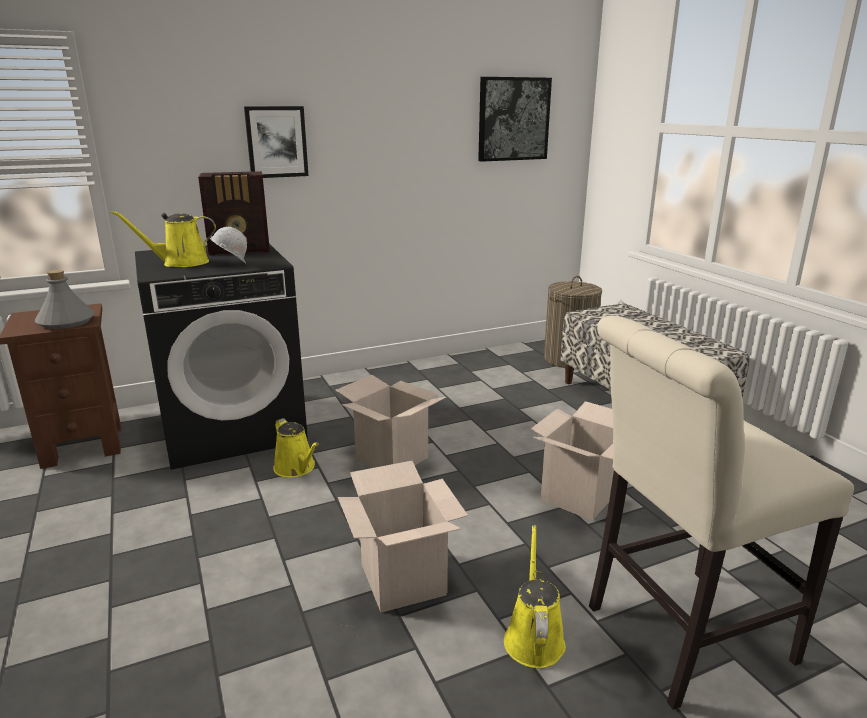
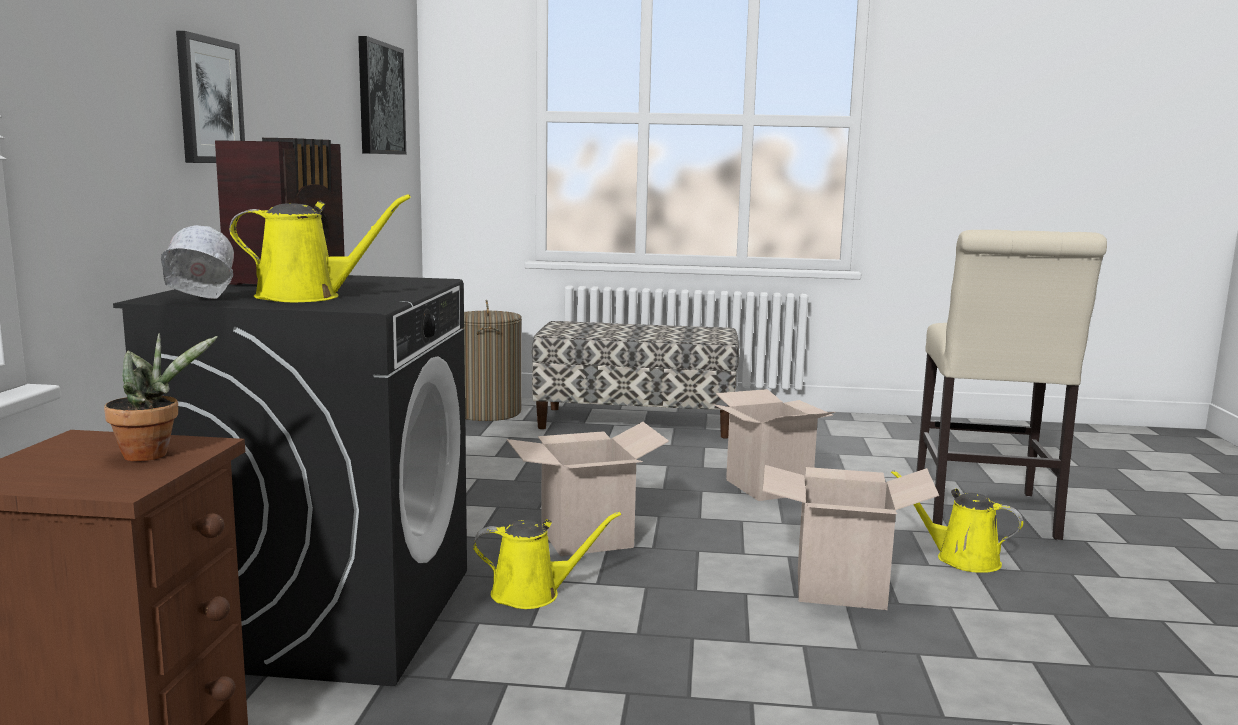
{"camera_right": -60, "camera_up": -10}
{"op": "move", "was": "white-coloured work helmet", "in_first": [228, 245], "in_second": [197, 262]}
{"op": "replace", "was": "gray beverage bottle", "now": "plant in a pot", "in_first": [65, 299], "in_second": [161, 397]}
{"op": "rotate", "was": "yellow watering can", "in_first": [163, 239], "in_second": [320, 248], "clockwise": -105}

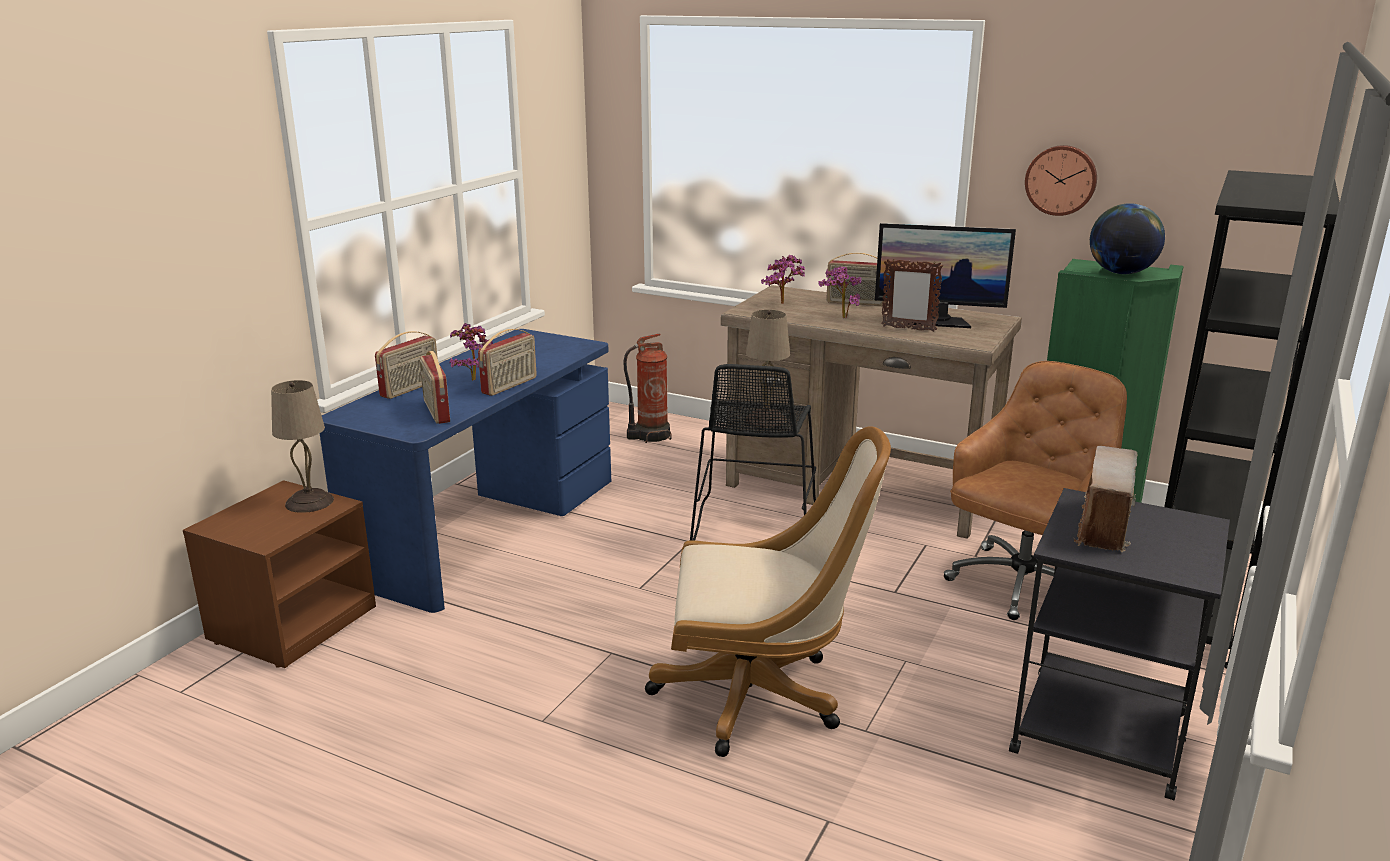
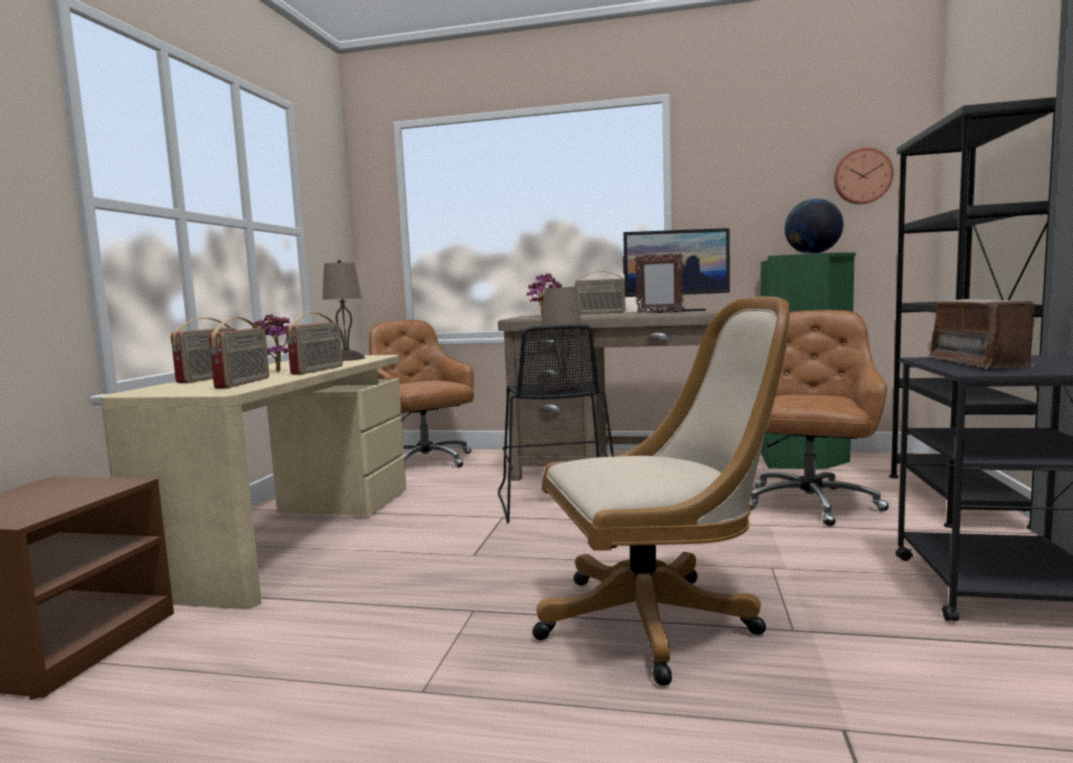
{"camera_right": -15, "camera_up": -15}
{"op": "delete", "was": "plant in a pot", "in_first": [839, 292]}
{"op": "move", "was": "beige-coloured table lamp", "in_first": [302, 446], "in_second": [343, 310]}
{"op": "move", "was": "wall clock", "in_first": [1061, 180], "in_second": [864, 175]}
{"op": "replace", "was": "fire-fighting cylinder", "now": "brown desk chair", "in_first": [647, 388], "in_second": [421, 393]}
{"op": "recolor", "was": "blue desk", "now": "beige-coloured desk", "in_first": [465, 471], "in_second": [253, 482]}
{"op": "rotate", "was": "radio receiver", "in_first": [434, 387], "in_second": [239, 353], "clockwise": -135}

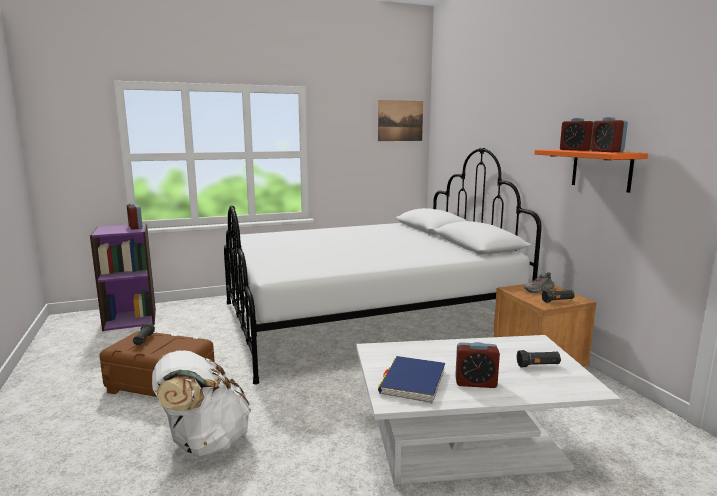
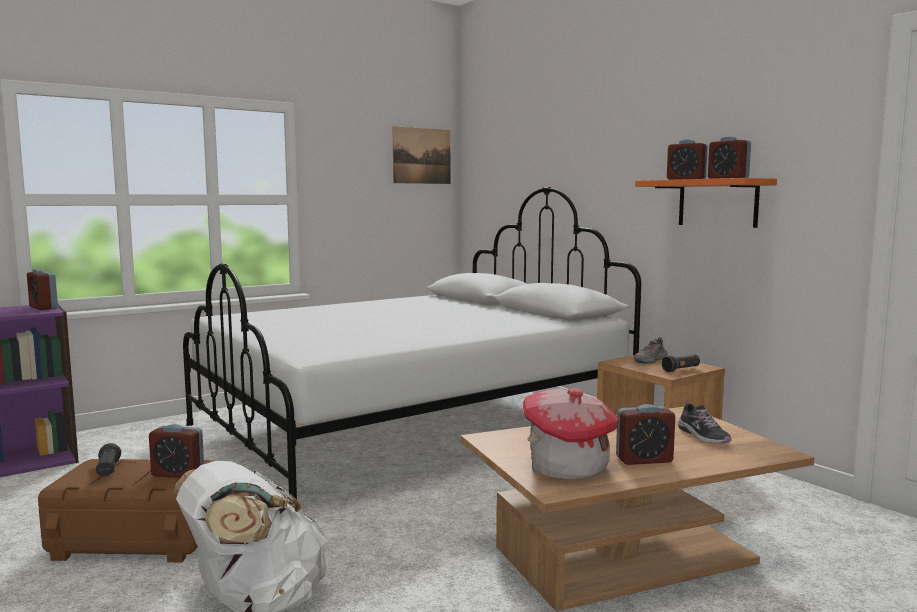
{"camera_right": -15, "camera_up": -5}
{"op": "insert", "now": "table clock", "in_second": [176, 451]}
{"op": "replace", "was": "blue book", "now": "toy house", "in_first": [411, 380], "in_second": [571, 433]}
{"op": "replace", "was": "black hand torch", "now": "shoe", "in_first": [539, 358], "in_second": [705, 421]}
{"op": "recolor", "was": "white-coloured lounge table", "now": "brown lounge table", "in_first": [488, 410], "in_second": [637, 509]}

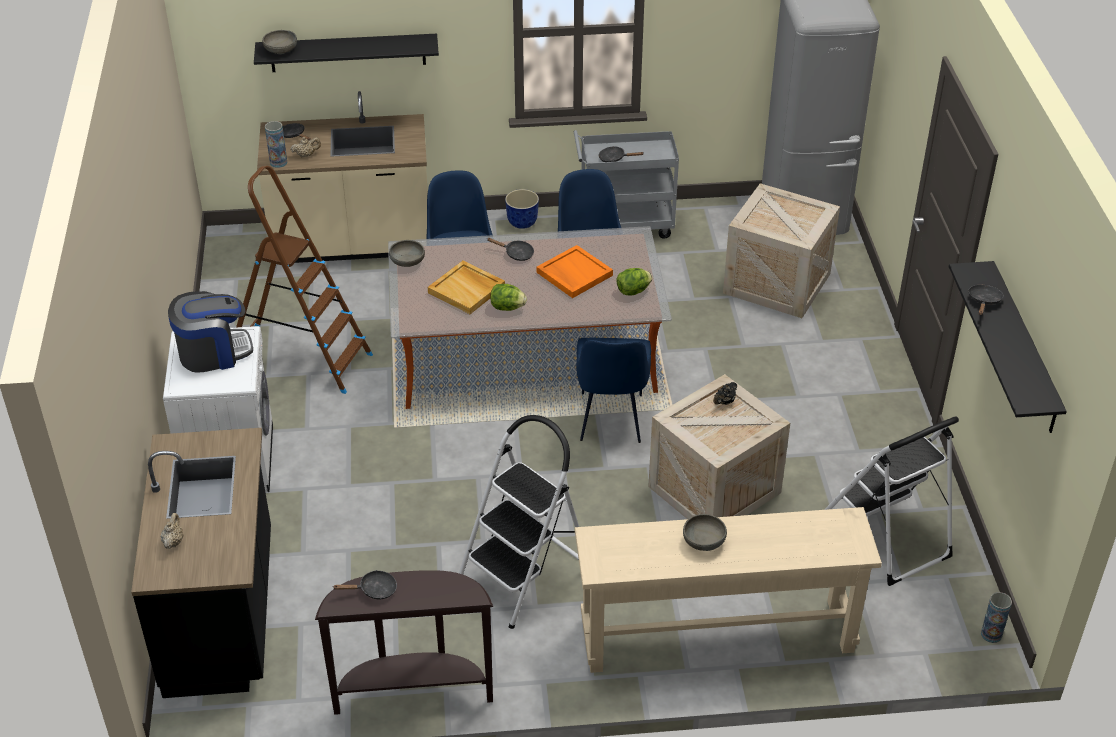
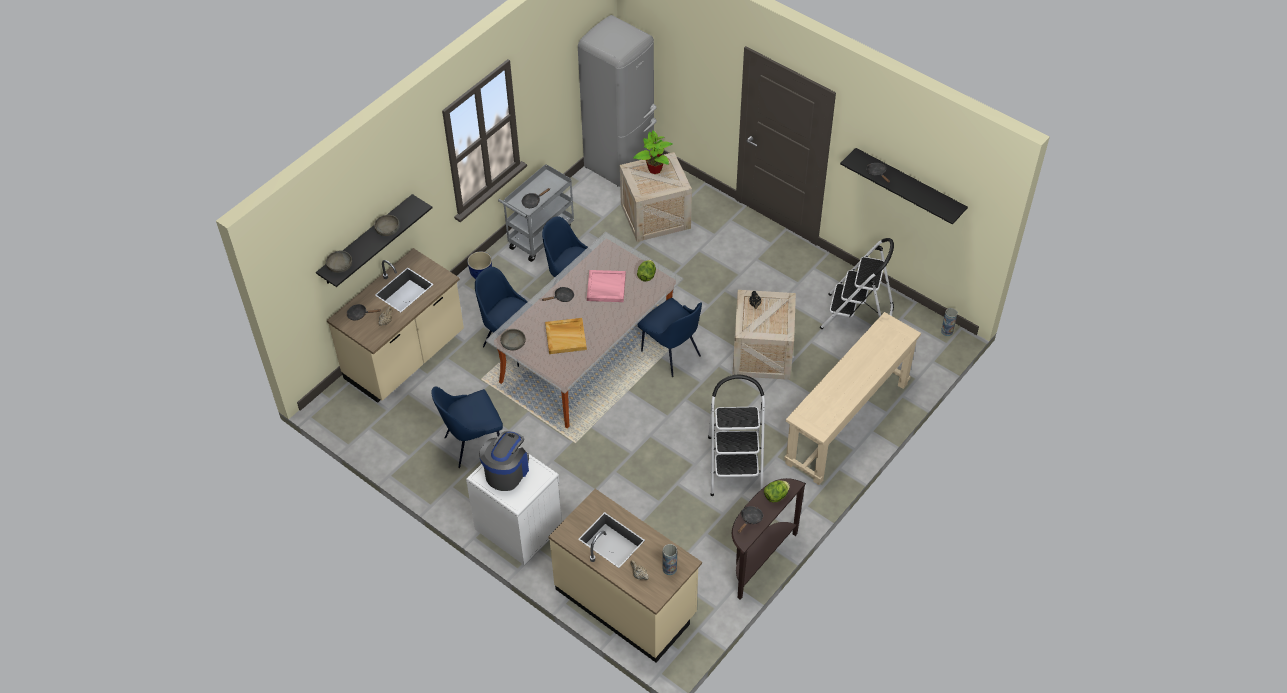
{"camera_right": -45, "camera_up": 10}
{"op": "insert", "now": "plant in a pot", "in_second": [653, 152]}
{"op": "move", "was": "decorative vase", "in_first": [276, 144], "in_second": [670, 559]}
{"op": "move", "was": "lettuce head", "in_first": [508, 297], "in_second": [777, 491]}
{"op": "move", "was": "gray serving bowl", "in_first": [705, 532], "in_second": [387, 225]}
{"op": "replace", "was": "brown step stool", "now": "blue plain chair", "in_first": [304, 280], "in_second": [467, 427]}
{"op": "recolor", "was": "black kitchen base unit", "now": "beige-coloured kitchen base unit", "in_first": [201, 563], "in_second": [625, 575]}
{"op": "recolor", "was": "orange-coloured serving tray", "now": "pink serving tray", "in_first": [575, 271], "in_second": [606, 286]}

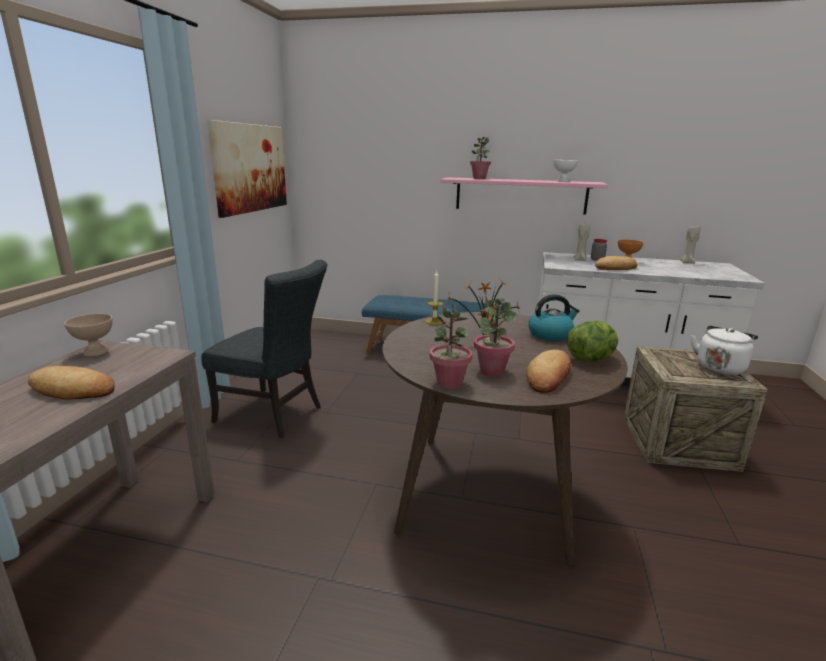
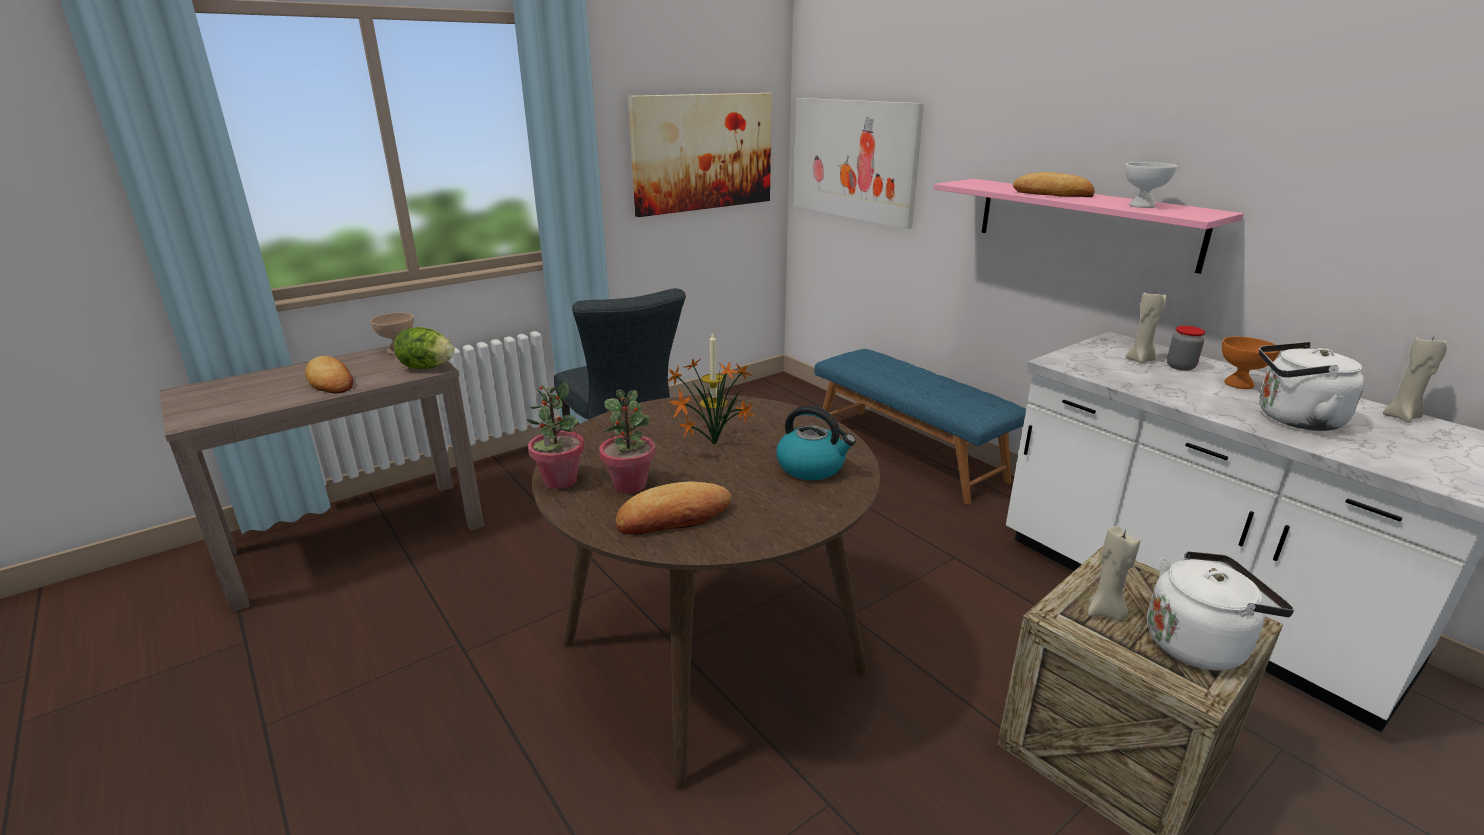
{"camera_right": 40, "camera_up": 5}
{"op": "delete", "was": "plant in a pot", "in_first": [480, 158]}
{"op": "insert", "now": "wall picture", "in_second": [858, 163]}
{"op": "insert", "now": "beige-coloured candle", "in_second": [1114, 573]}
{"op": "insert", "now": "white-coloured tea kettle", "in_second": [1312, 386]}
{"op": "move", "was": "lettuce head", "in_first": [593, 342], "in_second": [424, 348]}
{"op": "move", "was": "bread", "in_first": [616, 263], "in_second": [1054, 184]}

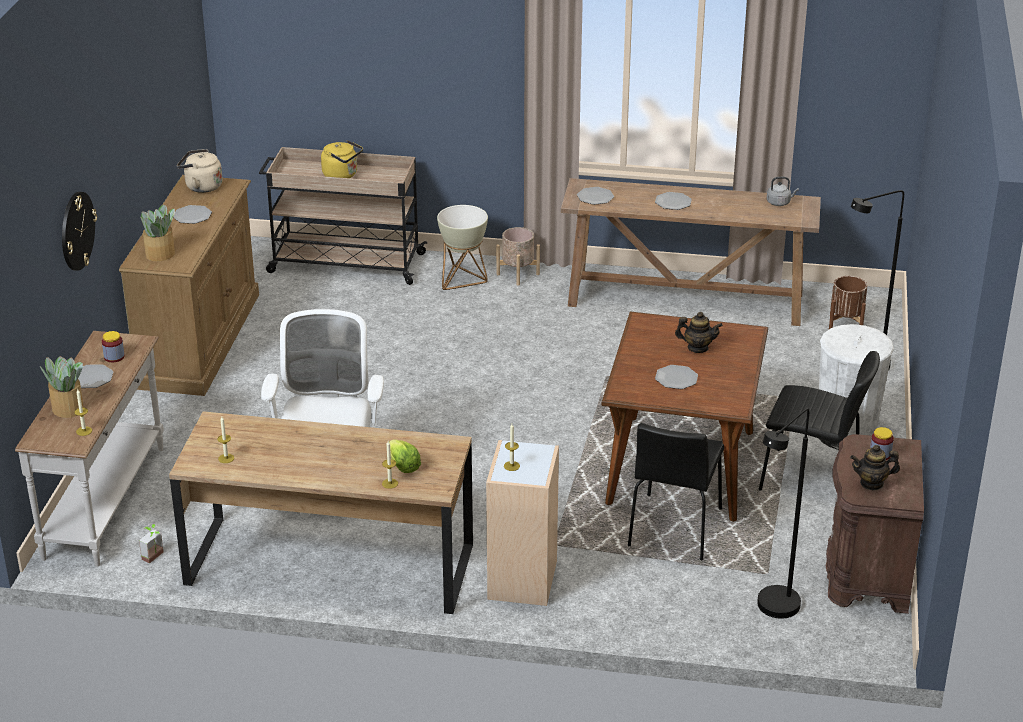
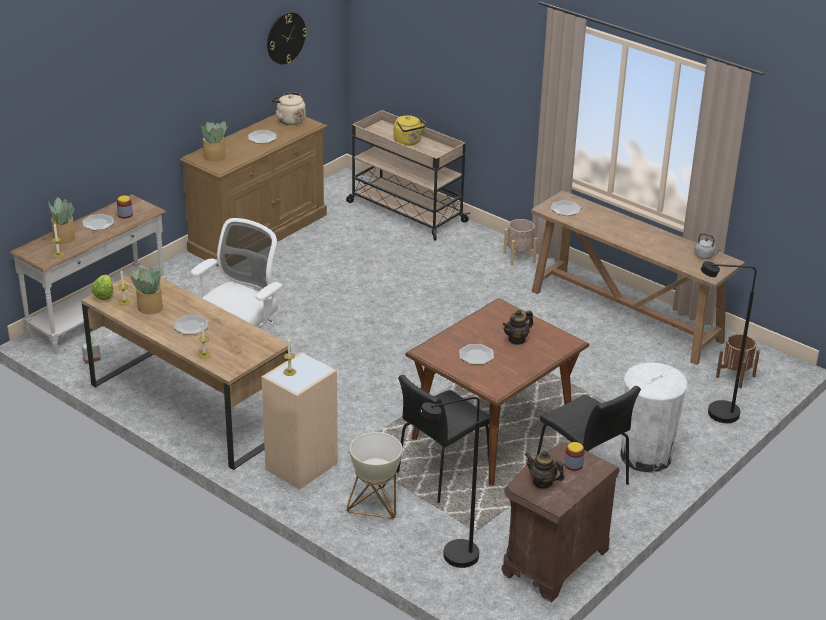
{"camera_right": 30, "camera_up": 0}
{"op": "insert", "now": "plant in a pot", "in_second": [147, 290]}
{"op": "move", "was": "wall clock", "in_first": [79, 231], "in_second": [287, 38]}
{"op": "move", "was": "lettuce head", "in_first": [405, 456], "in_second": [102, 287]}
{"op": "move", "was": "flower pot", "in_first": [462, 247], "in_second": [374, 475]}
{"op": "move", "was": "flat dish", "in_first": [673, 201], "in_second": [191, 324]}
{"op": "rotate", "was": "tea pot", "in_first": [699, 332], "in_second": [518, 327], "clockwise": 105}

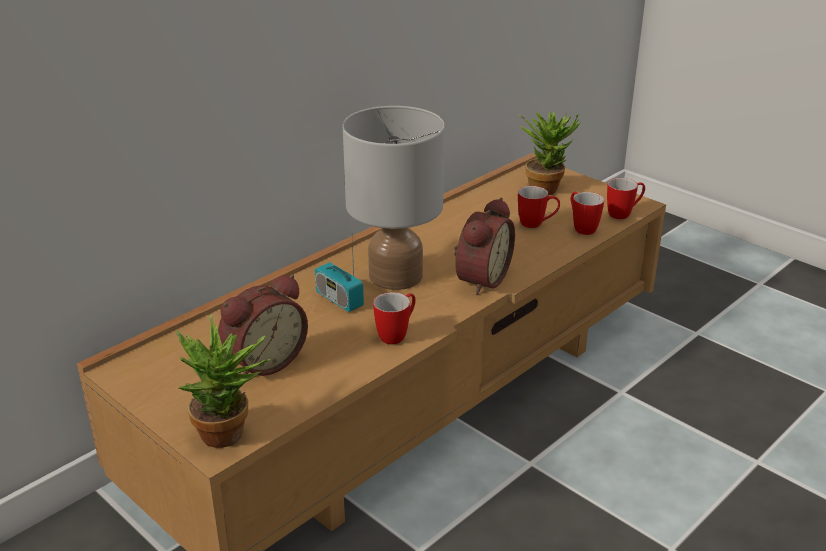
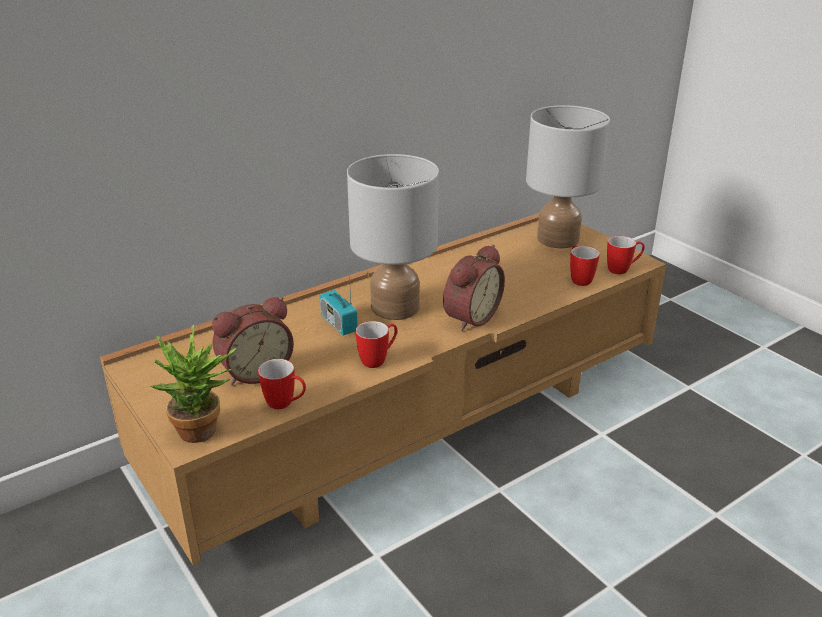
{"camera_right": 10, "camera_up": 0}
{"op": "move", "was": "coffee mug", "in_first": [539, 207], "in_second": [282, 384]}
{"op": "replace", "was": "plant in a pot", "now": "gray table lamp", "in_first": [549, 153], "in_second": [568, 176]}

